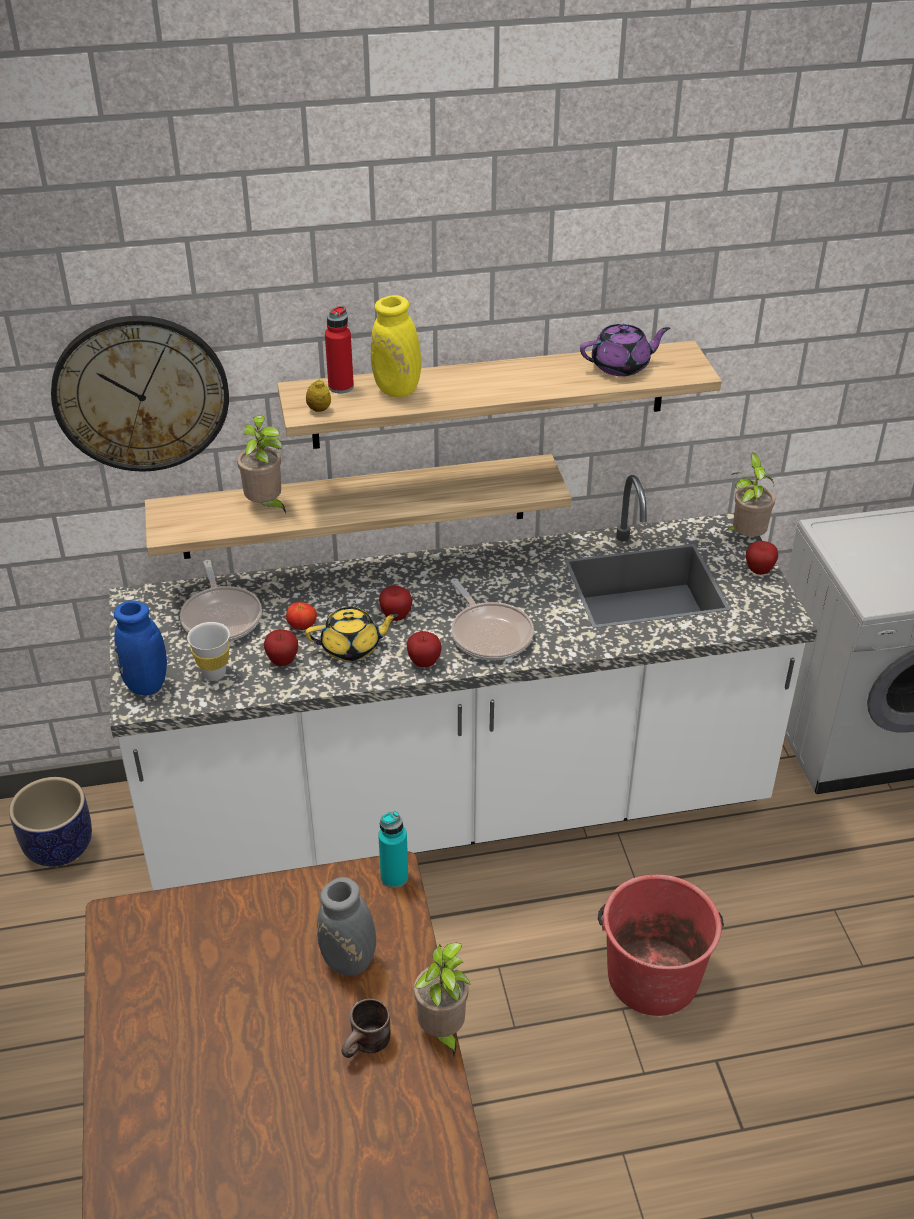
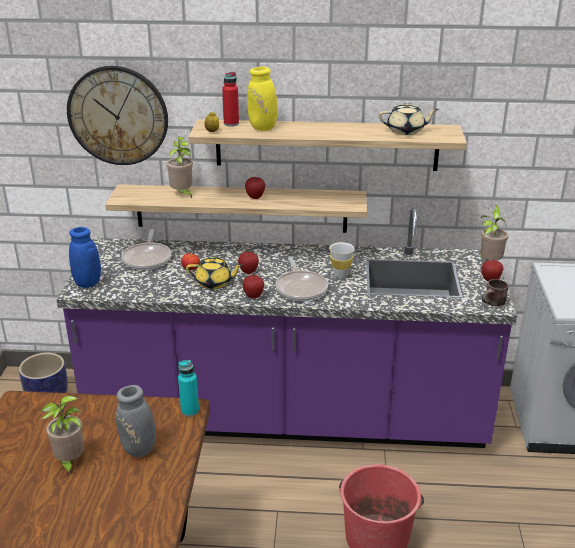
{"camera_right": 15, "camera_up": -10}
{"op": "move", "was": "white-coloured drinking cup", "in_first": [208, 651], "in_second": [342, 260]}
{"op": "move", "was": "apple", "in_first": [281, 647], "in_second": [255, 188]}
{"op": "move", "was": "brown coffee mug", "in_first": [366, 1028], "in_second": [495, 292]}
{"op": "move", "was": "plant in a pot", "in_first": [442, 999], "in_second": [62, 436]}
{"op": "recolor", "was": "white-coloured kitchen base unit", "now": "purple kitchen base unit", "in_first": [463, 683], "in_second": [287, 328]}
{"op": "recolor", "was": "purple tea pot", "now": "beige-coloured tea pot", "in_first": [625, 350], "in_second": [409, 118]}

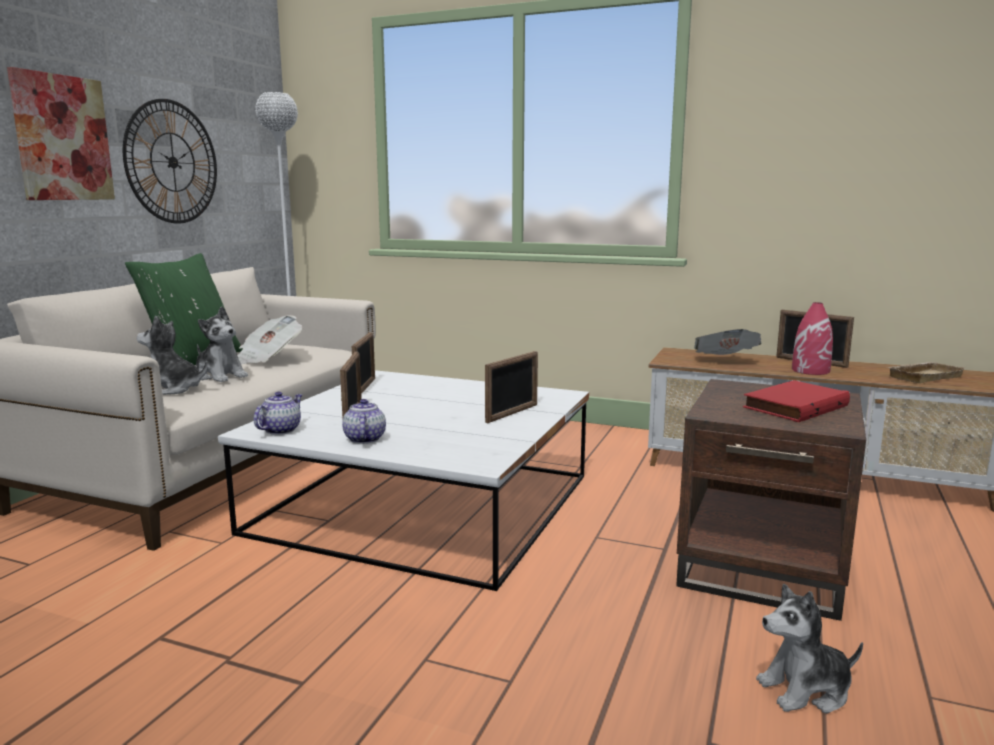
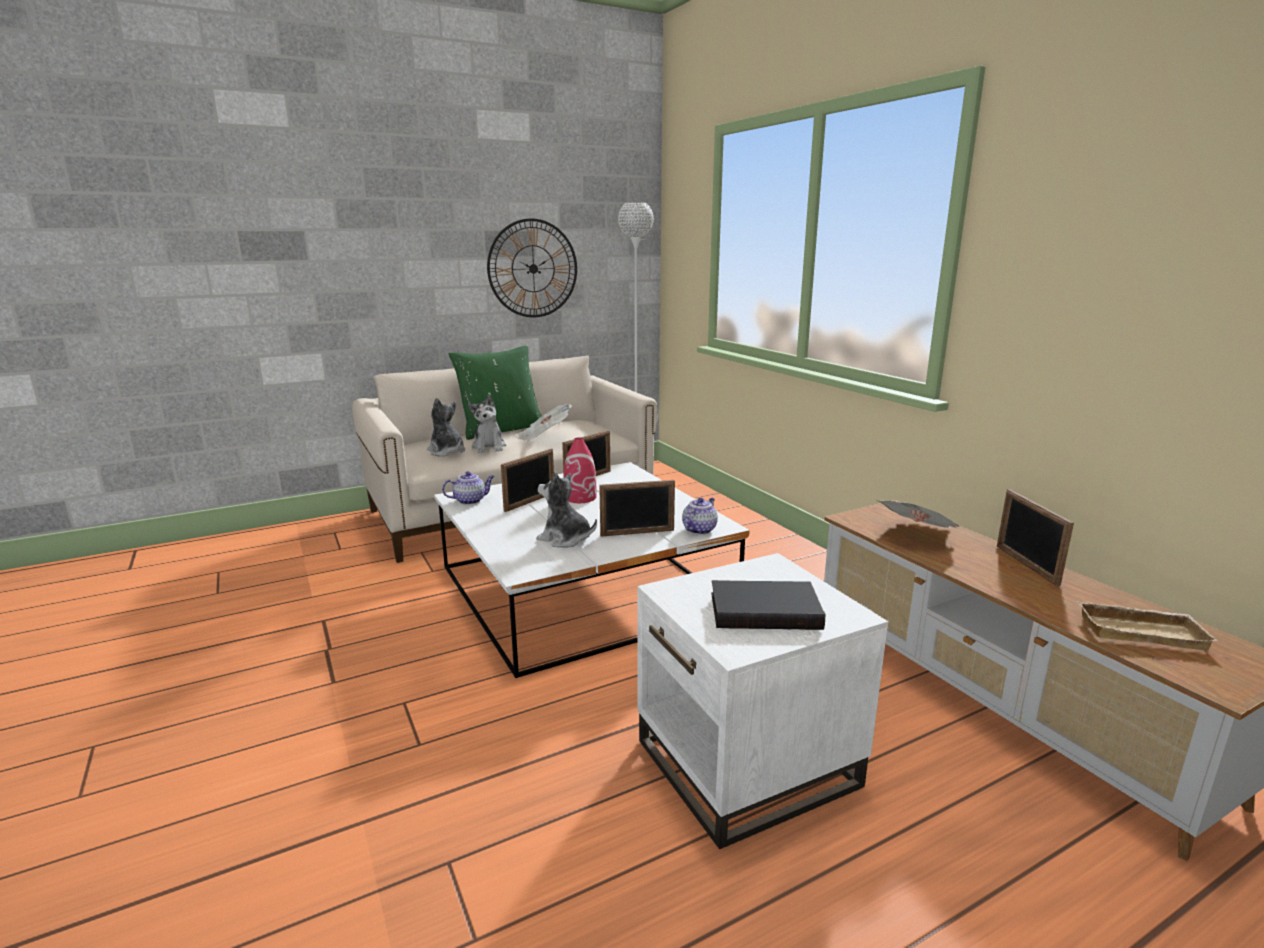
{"camera_right": 40, "camera_up": 5}
{"op": "delete", "was": "wall picture", "in_first": [61, 133]}
{"op": "move", "was": "tea pot", "in_first": [364, 421], "in_second": [700, 516]}
{"op": "move", "was": "cuddly toy", "in_first": [809, 649], "in_second": [566, 510]}
{"op": "move", "was": "red-coloured decorative vase", "in_first": [812, 338], "in_second": [580, 470]}
{"op": "recolor", "was": "brown end table", "now": "white-coloured end table", "in_first": [771, 500], "in_second": [762, 701]}
{"op": "recolor", "was": "red-coloured book", "now": "black book", "in_first": [796, 401], "in_second": [768, 605]}

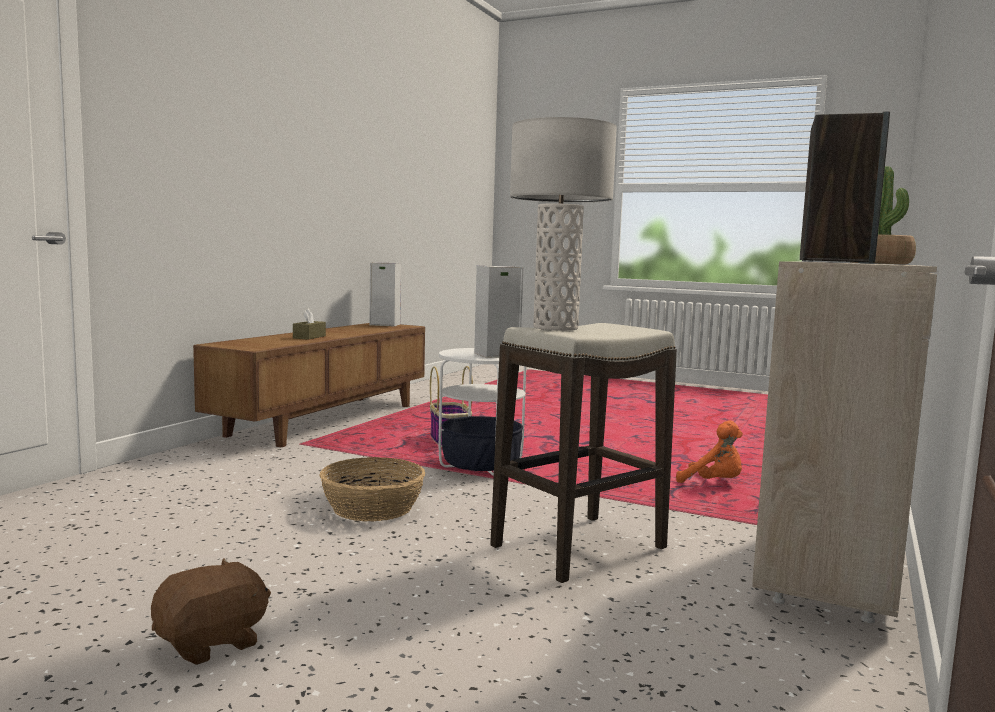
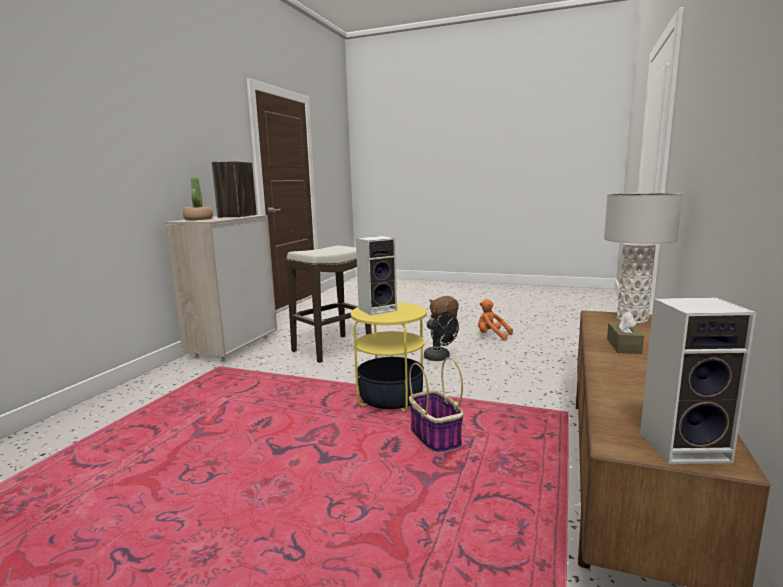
{"camera_right": 175, "camera_up": 5}
{"op": "move", "was": "white-coloured table lamp", "in_first": [563, 223], "in_second": [643, 258]}
{"op": "move", "was": "orange-coloured cuddly toy", "in_first": [709, 451], "in_second": [495, 319]}
{"op": "replace", "was": "storage basket", "now": "black cooling fan", "in_first": [372, 489], "in_second": [441, 336]}
{"op": "recolor", "was": "white-coloured end table", "now": "yellow end table", "in_first": [482, 412], "in_second": [389, 357]}

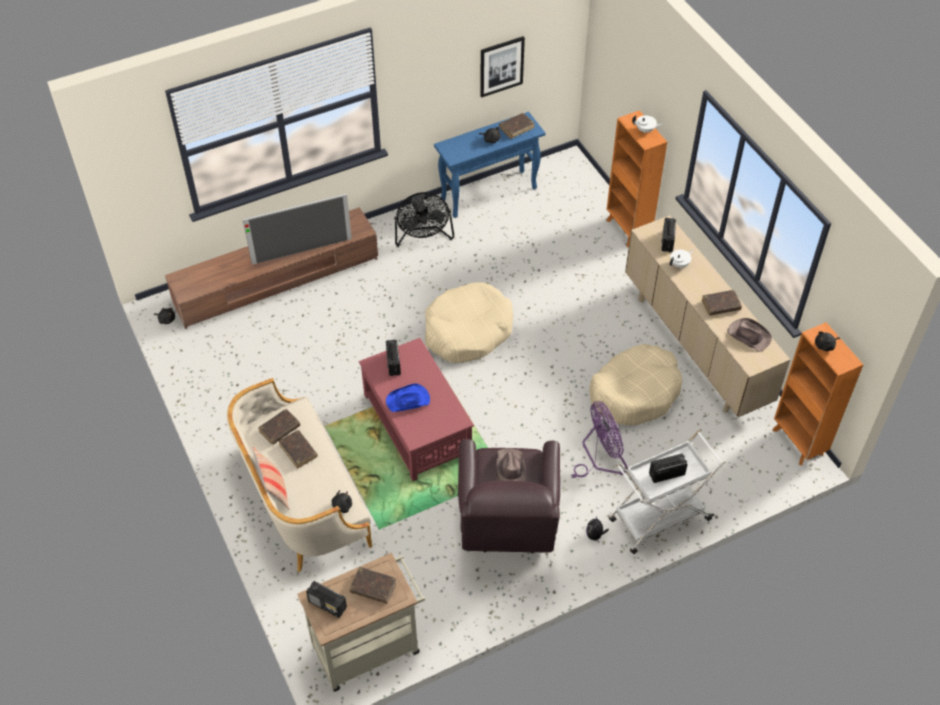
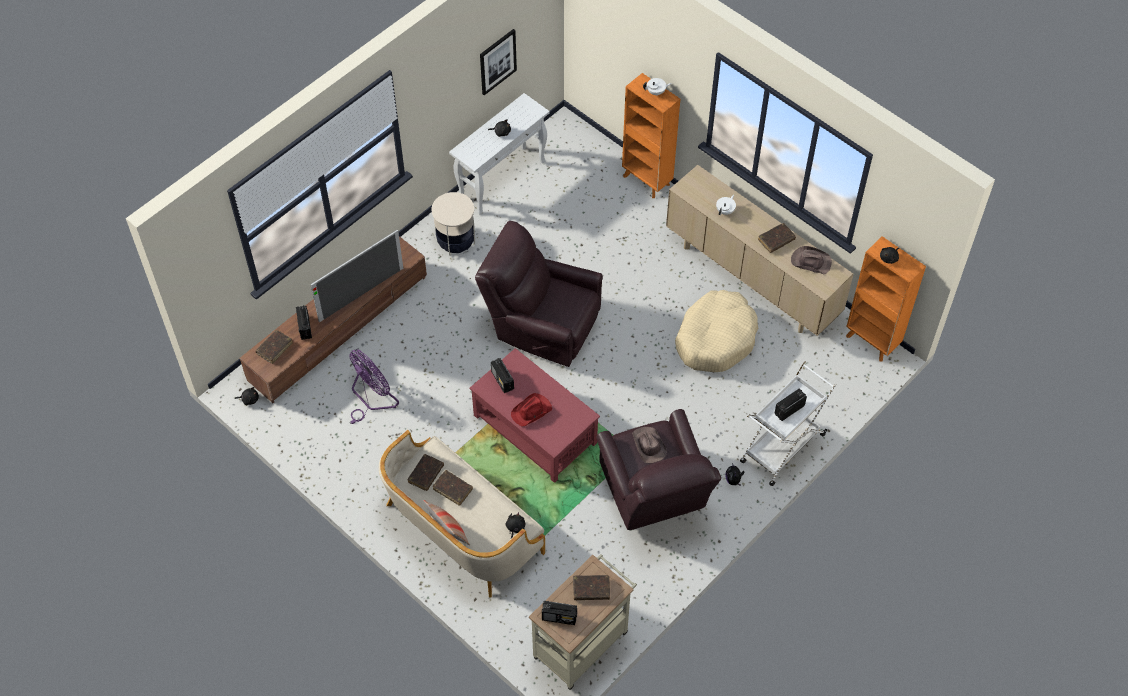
{"camera_right": -20, "camera_up": 5}
{"op": "move", "was": "brown book", "in_first": [517, 126], "in_second": [274, 347]}
{"op": "move", "was": "purple cooling fan", "in_first": [599, 439], "in_second": [374, 386]}
{"op": "move", "was": "radio receiver", "in_first": [668, 235], "in_second": [304, 322]}
{"op": "replace", "was": "black cooling fan", "now": "beige-coloured end table", "in_first": [424, 219], "in_second": [453, 224]}
{"op": "replace", "was": "beige-coloured pet bed", "now": "brown easy chair", "in_first": [469, 322], "in_second": [539, 294]}
{"op": "recolor", "was": "blue hat", "now": "red-coloured hat", "in_first": [408, 397], "in_second": [531, 409]}
{"op": "recolor", "was": "blue console table", "now": "white-coloured console table", "in_first": [490, 165], "in_second": [499, 154]}

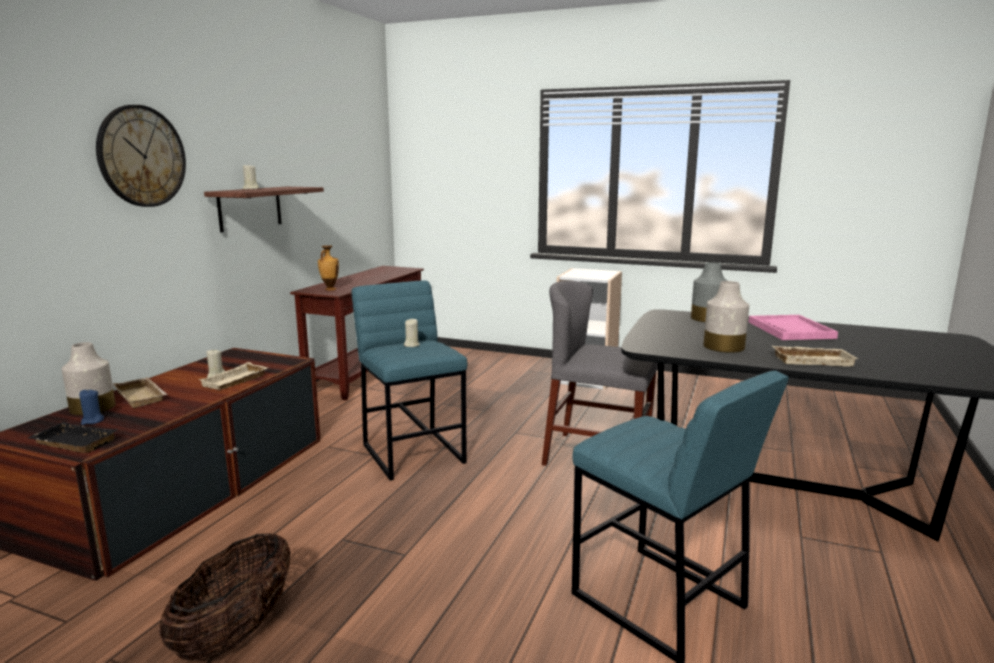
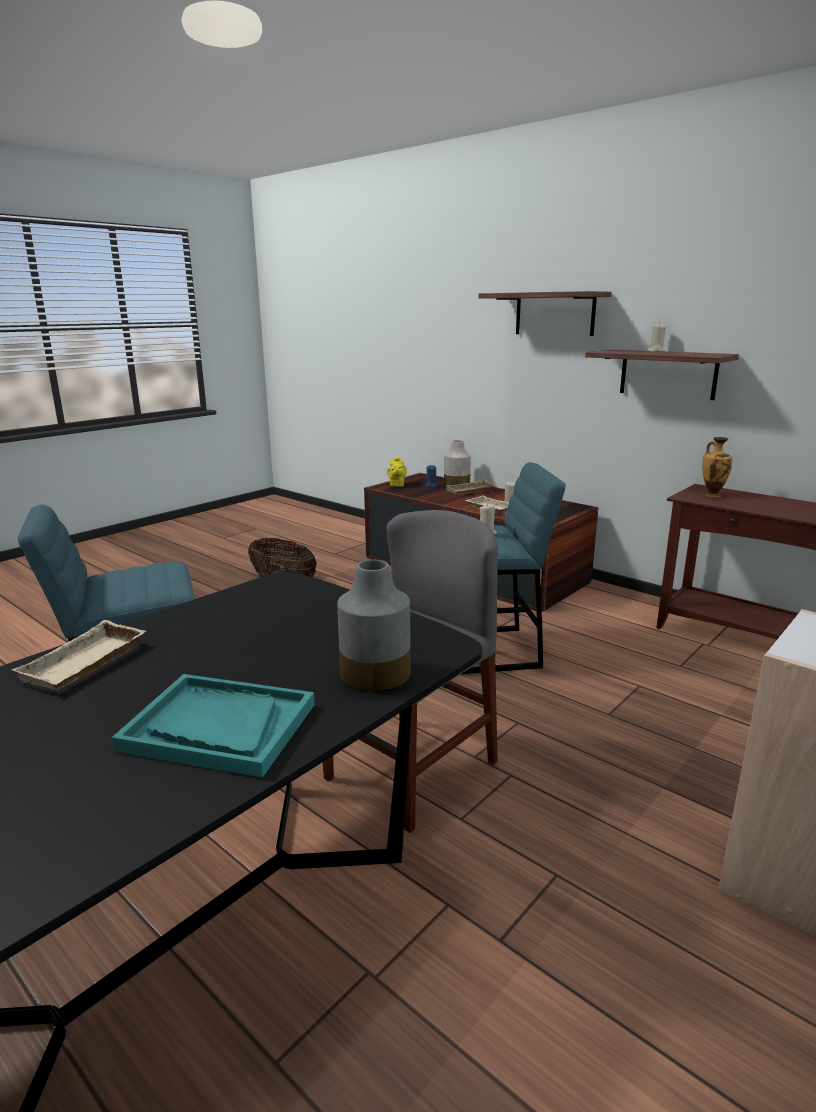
{"camera_right": 110, "camera_up": 5}
{"op": "delete", "was": "beige-coloured decorative vase", "in_first": [726, 317]}
{"op": "replace", "was": "black serving tray", "now": "yellow tea pot", "in_first": [73, 437], "in_second": [397, 471]}
{"op": "replace", "was": "wall clock", "now": "bracket shelf", "in_first": [141, 156], "in_second": [545, 313]}
{"op": "recolor", "was": "pink serving tray", "now": "blue-green serving tray", "in_first": [793, 327], "in_second": [213, 726]}

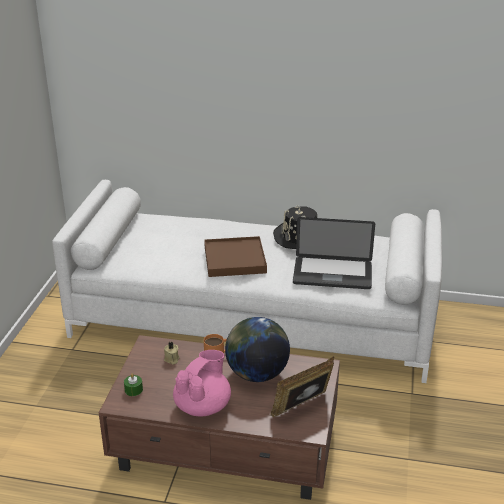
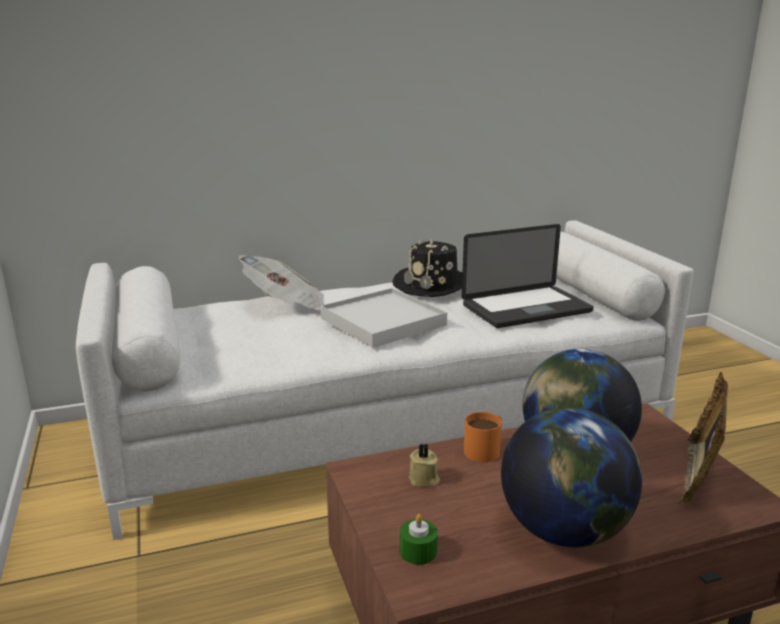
{"camera_right": -30, "camera_up": -10}
{"op": "insert", "now": "daily paper", "in_second": [279, 282]}
{"op": "replace", "was": "pink tea pot", "now": "desk globe", "in_first": [202, 383], "in_second": [571, 477]}
{"op": "recolor", "was": "brown serving tray", "now": "white-coloured serving tray", "in_first": [235, 256], "in_second": [384, 318]}

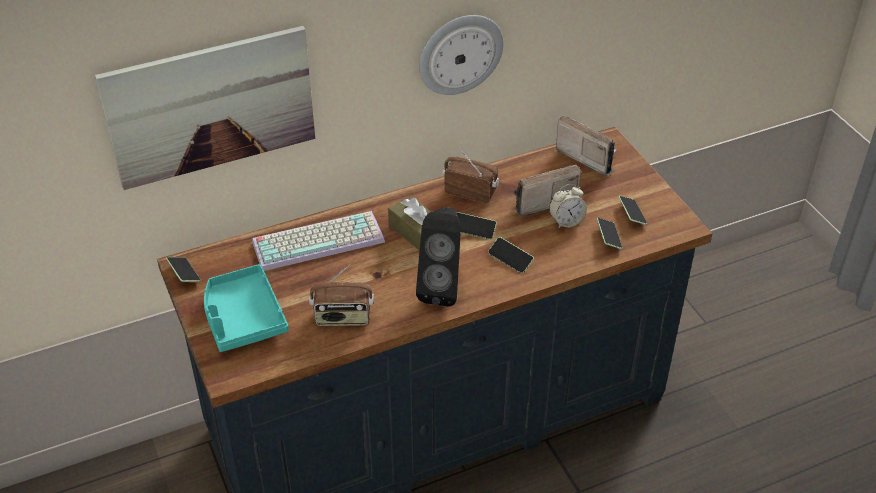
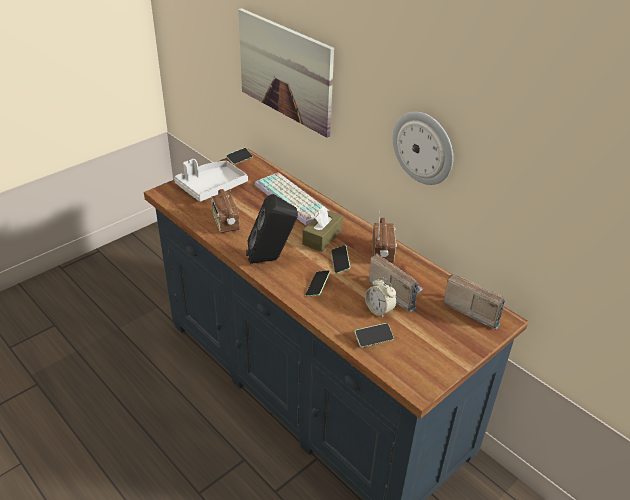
{"camera_right": 70, "camera_up": -5}
{"op": "delete", "was": "phone", "in_first": [632, 210]}
{"op": "recolor", "was": "blue-green serving tray", "now": "gray serving tray", "in_first": [246, 308], "in_second": [211, 180]}
{"op": "rotate", "was": "radio receiver", "in_first": [586, 145], "in_second": [474, 301], "clockwise": -75}

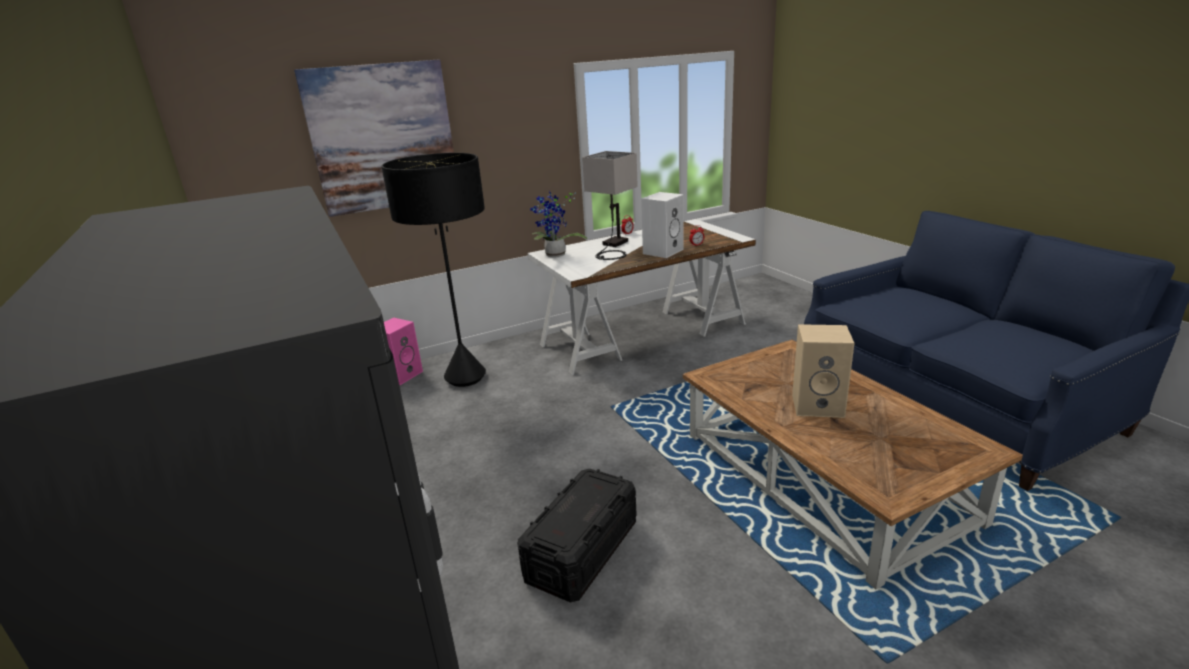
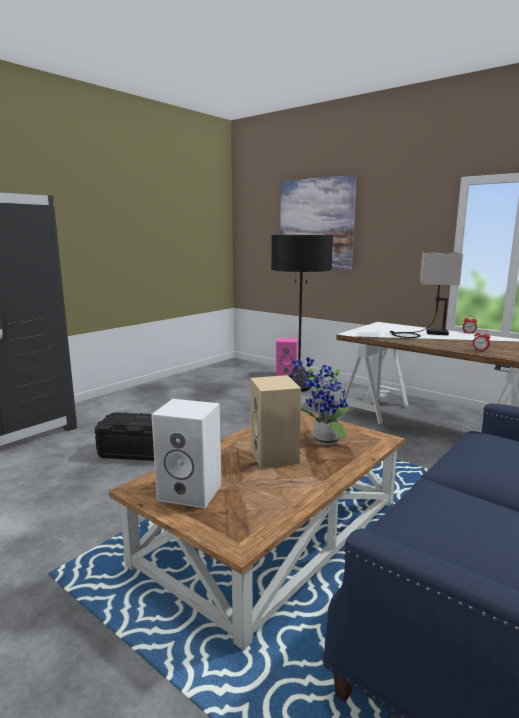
{"camera_right": 65, "camera_up": -10}
{"op": "move", "was": "plant in a pot", "in_first": [558, 224], "in_second": [320, 401]}
{"op": "move", "was": "white-coloured speaker", "in_first": [662, 225], "in_second": [186, 453]}

